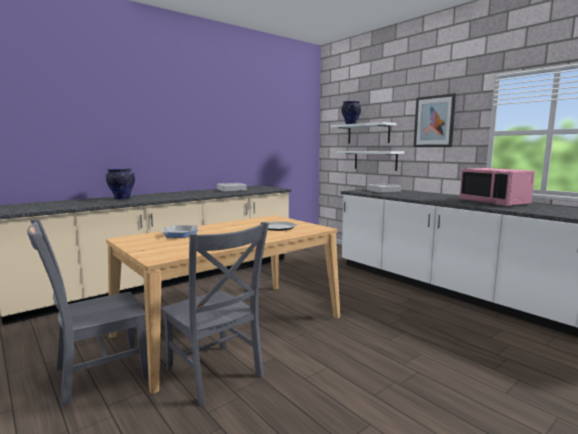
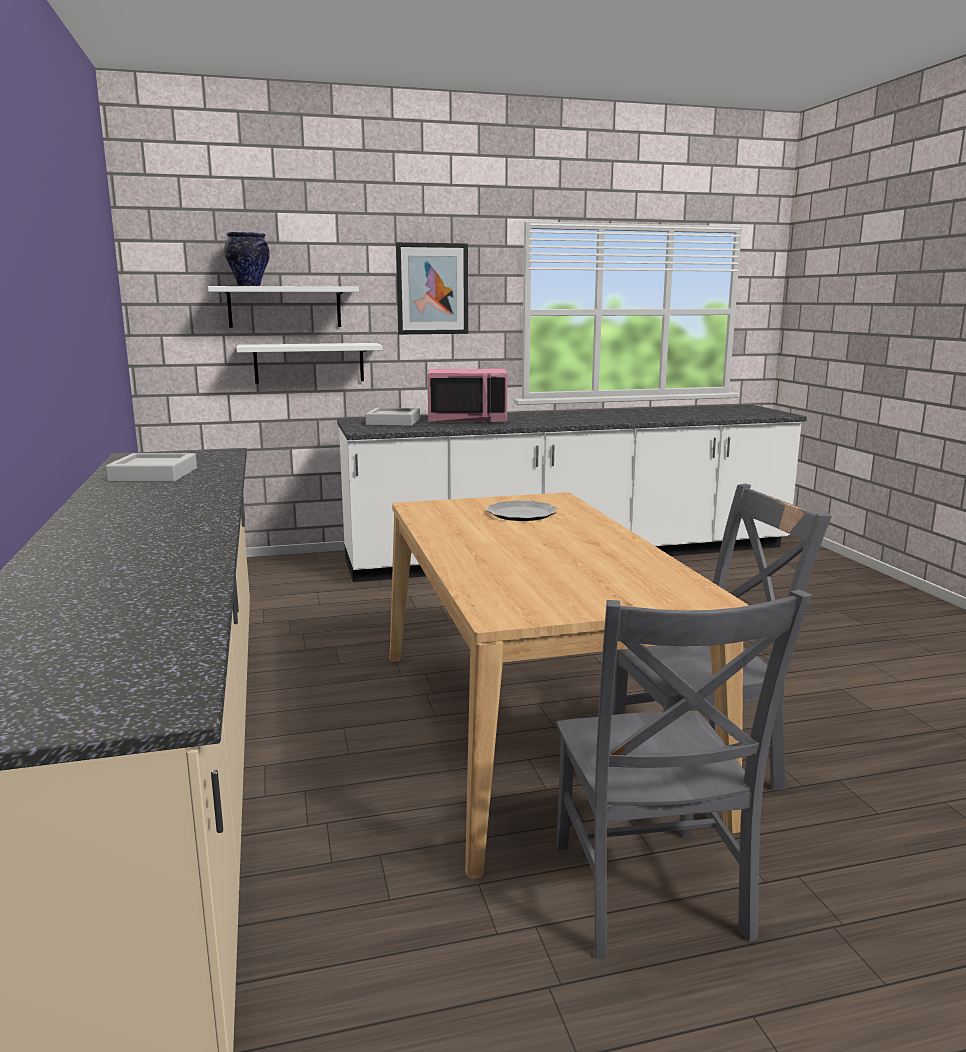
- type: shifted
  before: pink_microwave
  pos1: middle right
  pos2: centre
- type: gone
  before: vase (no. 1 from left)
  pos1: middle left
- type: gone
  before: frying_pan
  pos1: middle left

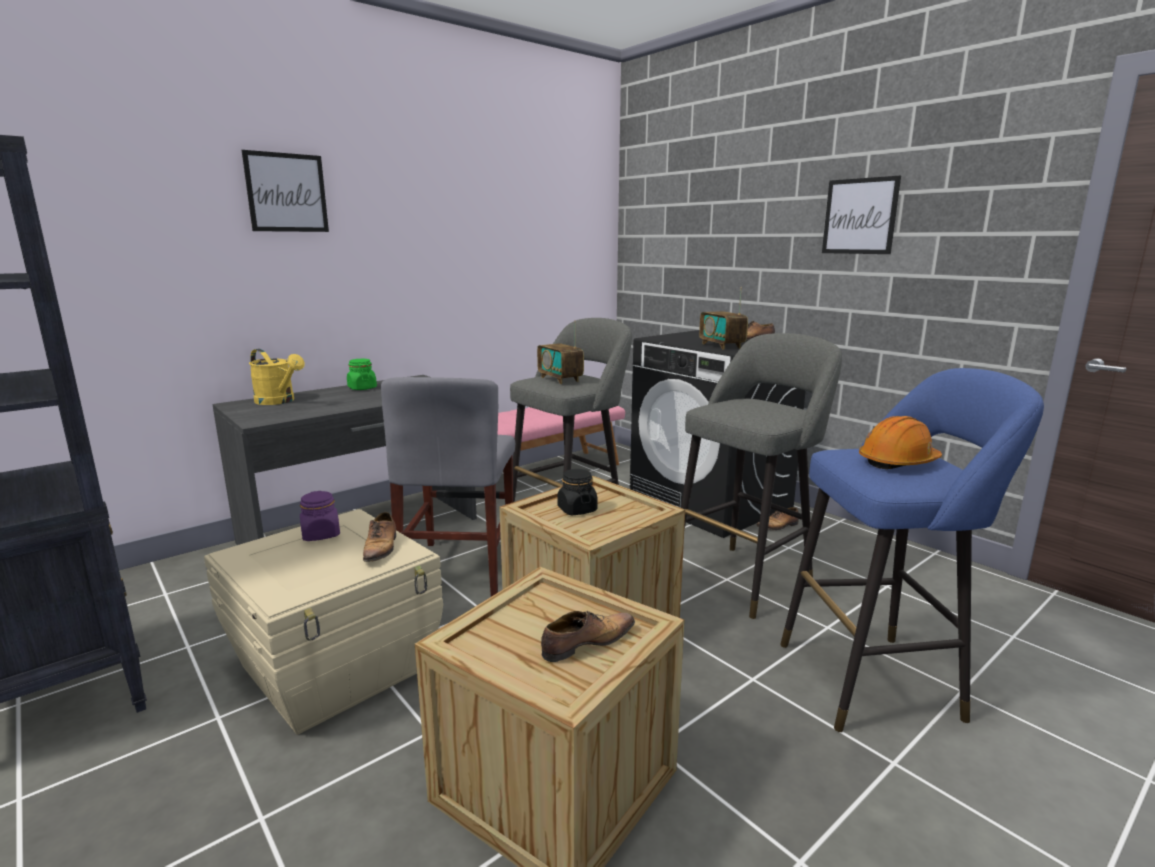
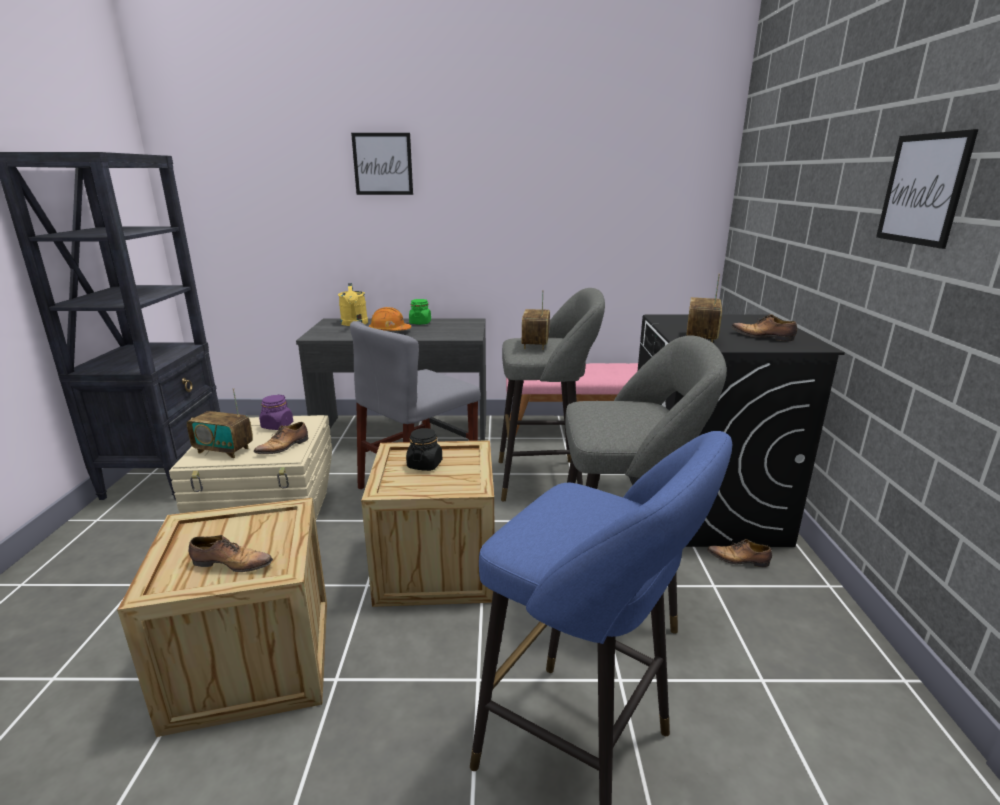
- type: new
  after: radio (no. 1 from left)
  pos2: middle left
- type: shifted
  before: orange_hard_hat
  pos1: middle right
  pos2: centre

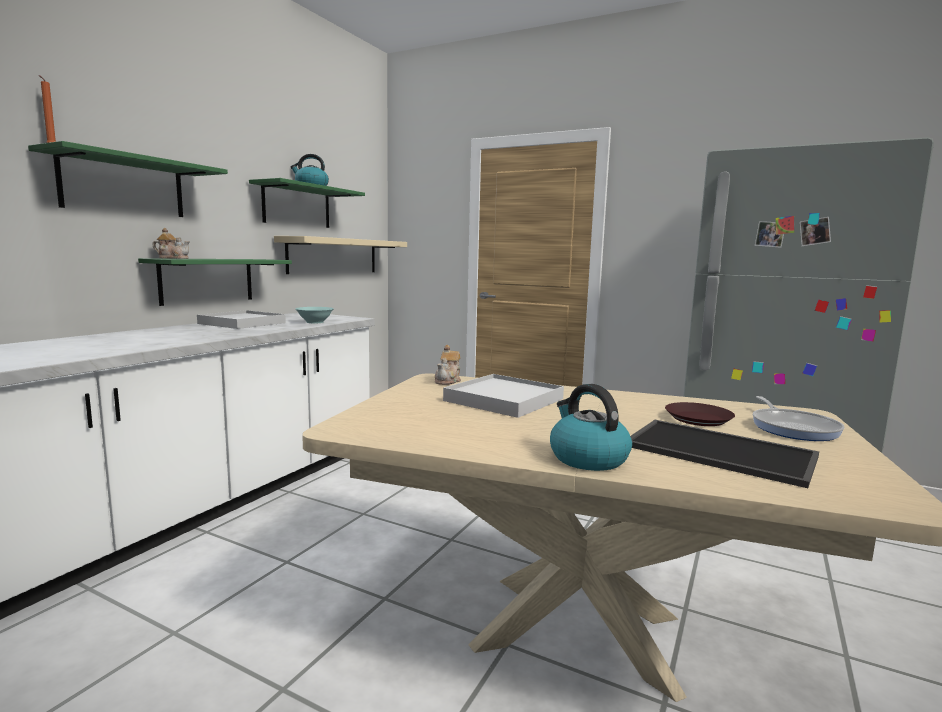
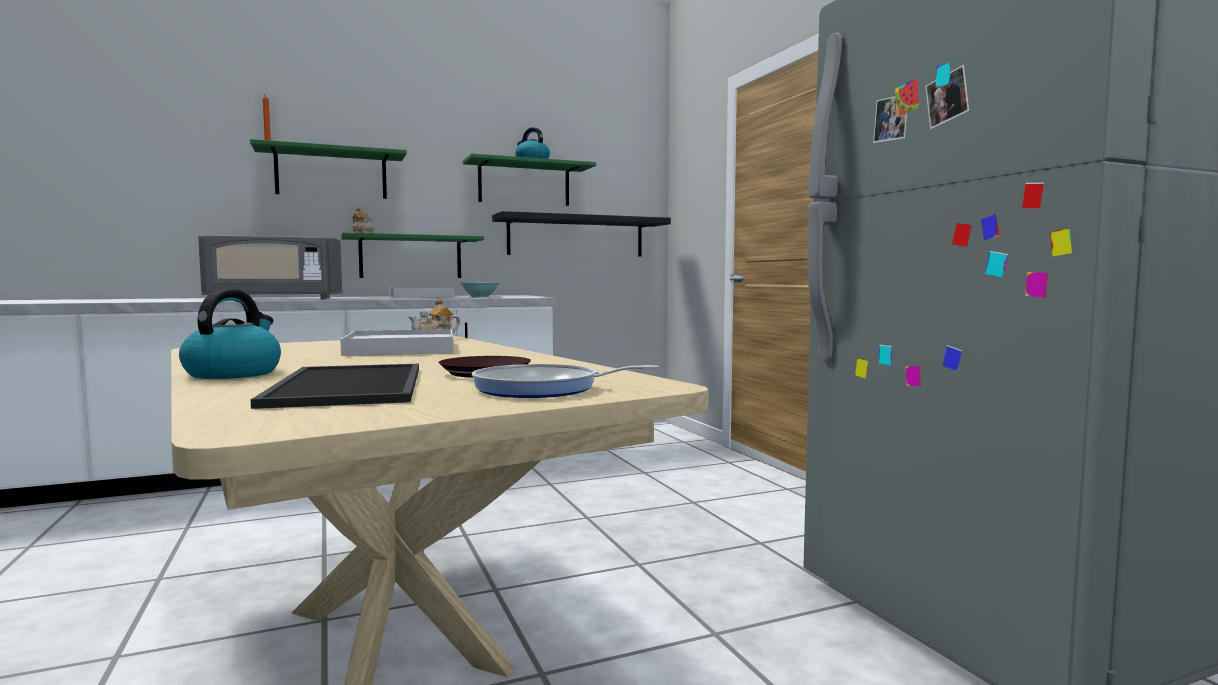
- type: new
  after: grey_microwave
  pos2: middle left
- type: rotated
  before: frying_pan
  pos1: middle right
  pos2: centre
  turn: 45
- type: repainted
  before: beige_shelf
  after: black_shelf
  pos1: centre
  pos2: centre

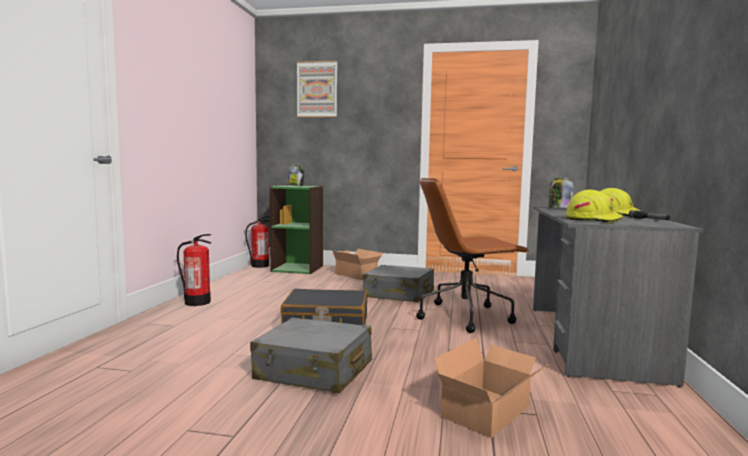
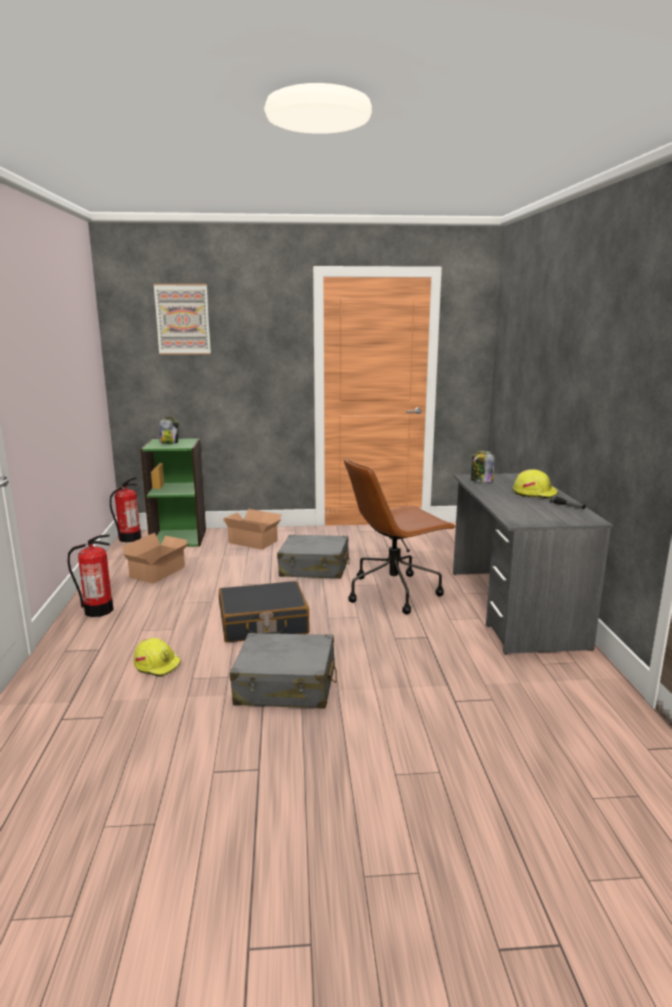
- type: shifted
  before: cardboard_box (no. 2 from left in the first image)
  after: cardboard_box (no. 1 from left)
  pos1: bottom centre
  pos2: middle left
- type: shifted
  before: yellow_hard_hat (no. 1 from left)
  pos1: middle right
  pos2: middle left

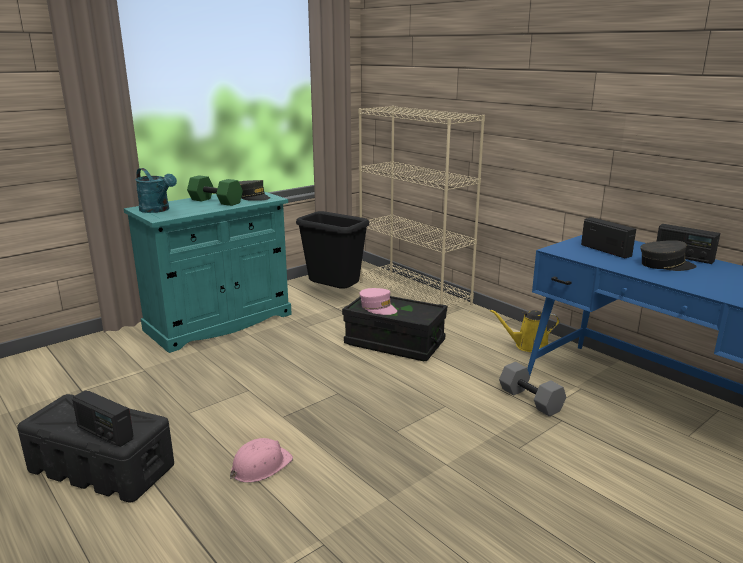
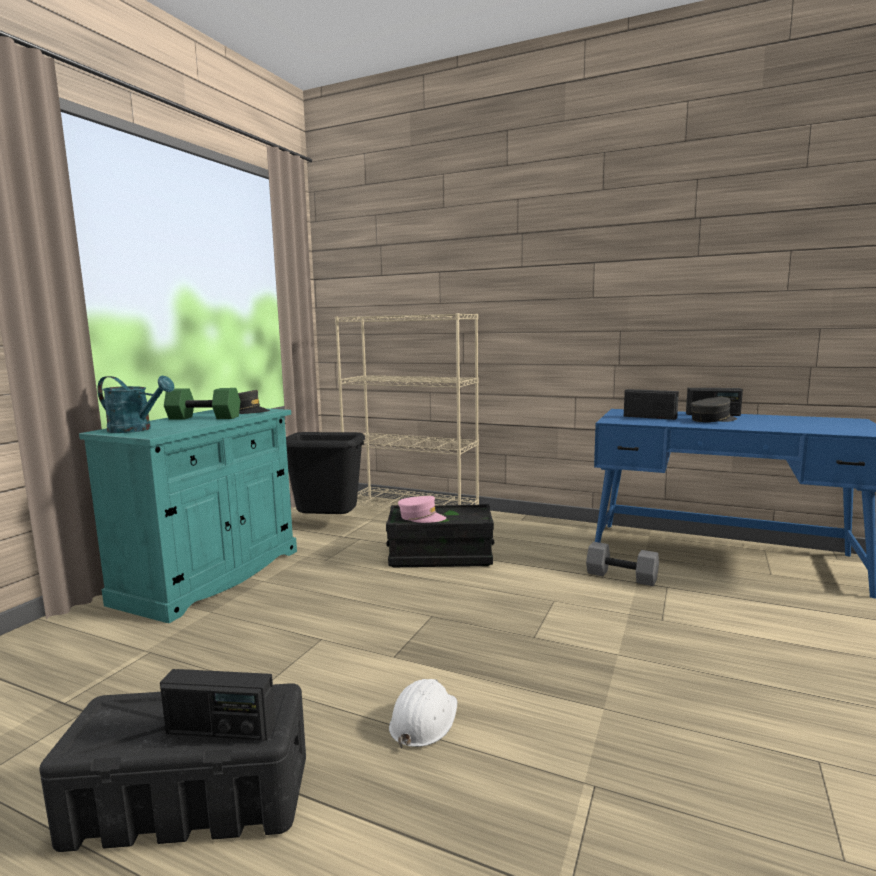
- type: repainted
  before: pink_hard_hat
  after: white_hard_hat
  pos1: bottom centre
  pos2: bottom centre
- type: gone
  before: yellow_watering_can
  pos1: middle right

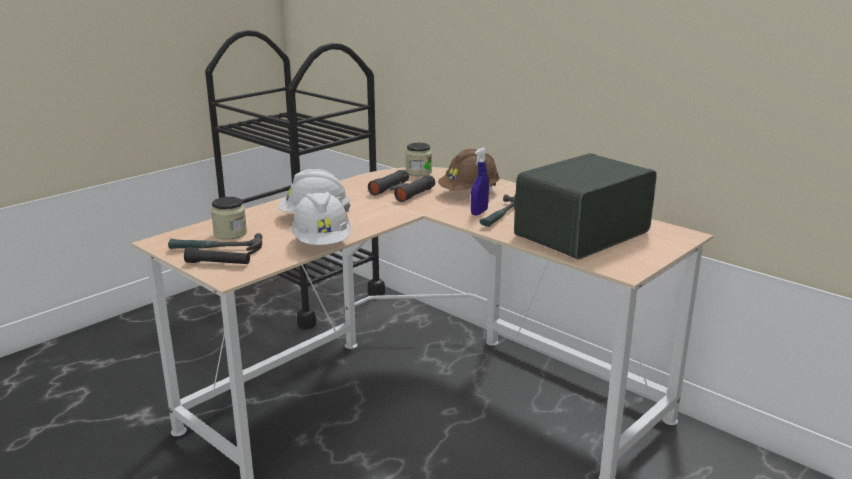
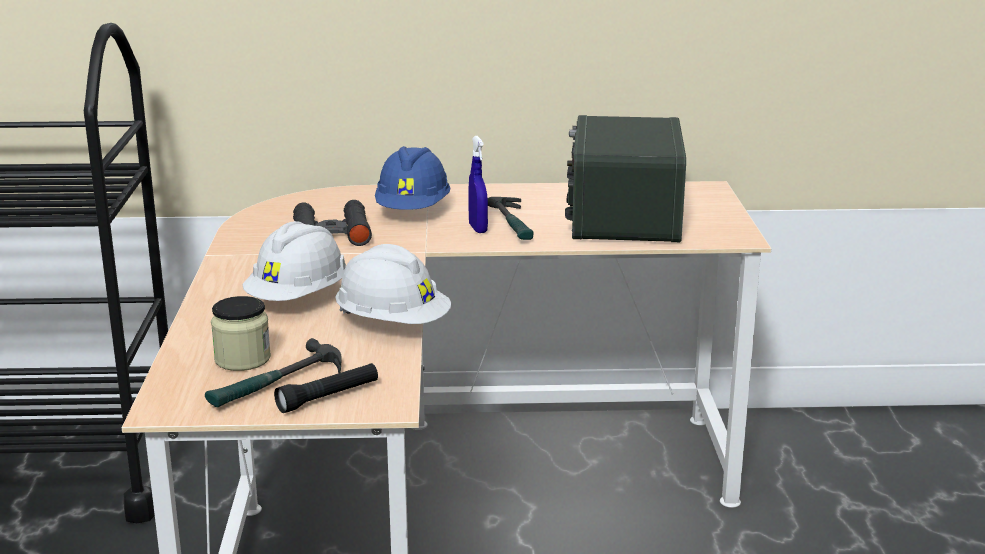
- type: repainted
  before: brown_hard_hat
  after: blue_hard_hat
  pos1: centre
  pos2: top centre
- type: gone
  before: jar (no. 2 from left)
  pos1: top centre

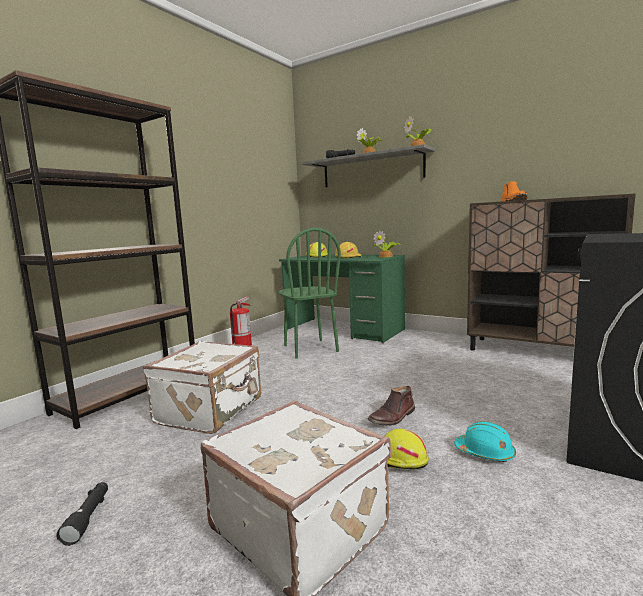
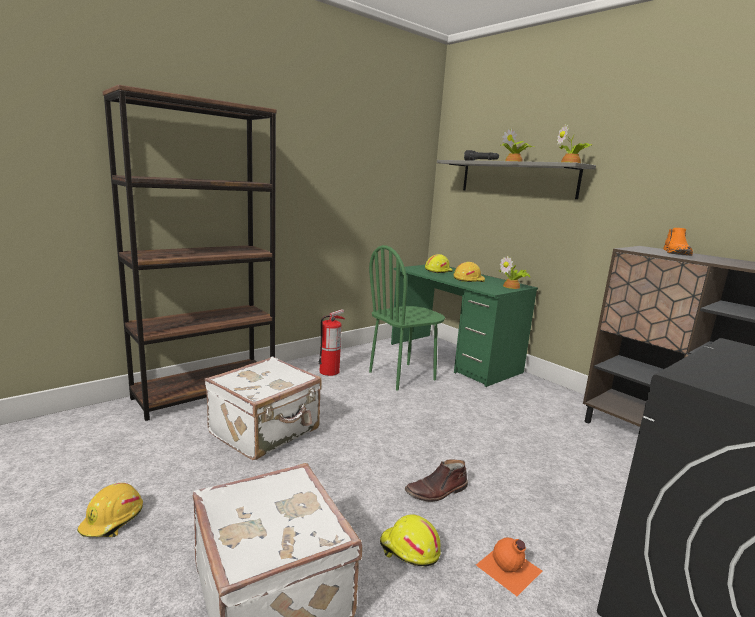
- type: swapped
  before: black_flashlight (no. 1 from left)
  after: yellow_hard_hat (no. 1 from left)
  pos1: bottom left
  pos2: bottom left
- type: rotated
  before: green_chair
  pos1: centre
  pos2: centre
  turn: 60
- type: swapped
  before: turquoise_hard_hat
  after: orange_bottle
  pos1: bottom right
  pos2: bottom right

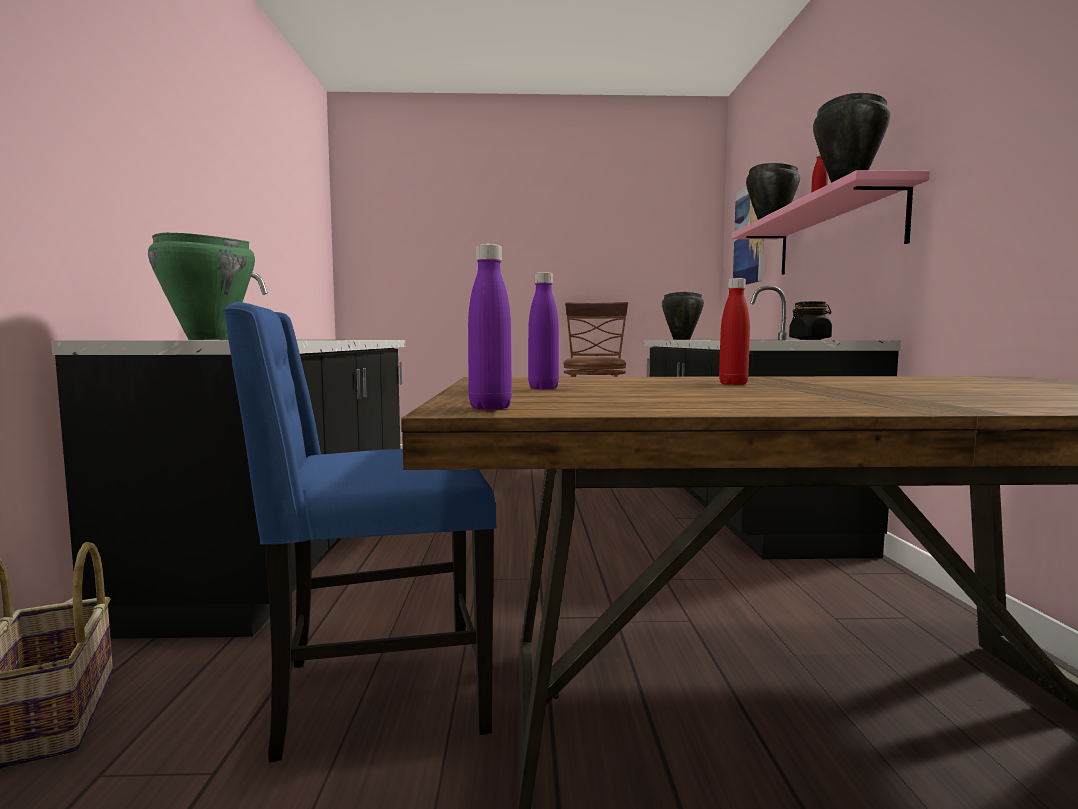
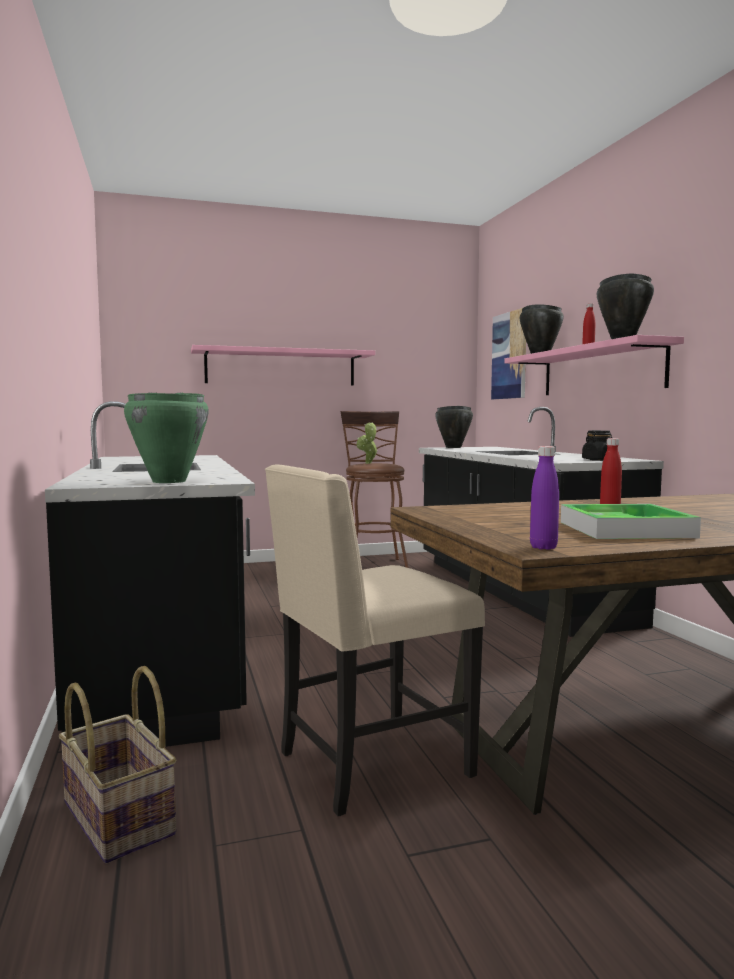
- type: new
  after: pink_shelf (no. 1 from left)
  pos2: centre
- type: repainted
  before: blue_chair
  after: beige_chair
  pos1: middle left
  pos2: centre
- type: new
  after: potted_plant
  pos2: centre
- type: new
  after: tray
  pos2: middle right
- type: gone
  before: purple_bottle (no. 2 from left)
  pos1: centre

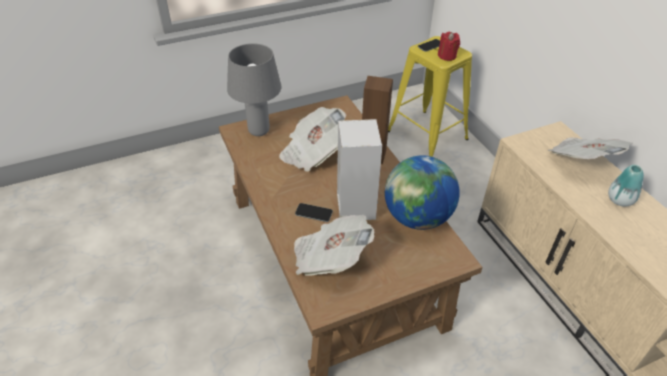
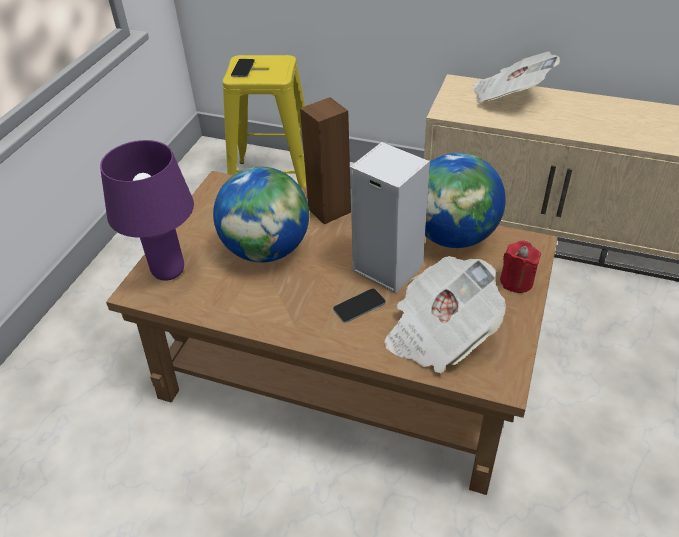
- type: repainted
  before: grey_table_lamp
  after: purple_table_lamp
  pos1: top centre
  pos2: middle left
- type: swapped
  before: newspaper (no. 1 from left)
  after: globe (no. 1 from left)
  pos1: centre
  pos2: centre
- type: shifted
  before: red_candle
  pos1: top right
  pos2: middle right
- type: gone
  before: vase
  pos1: middle right

